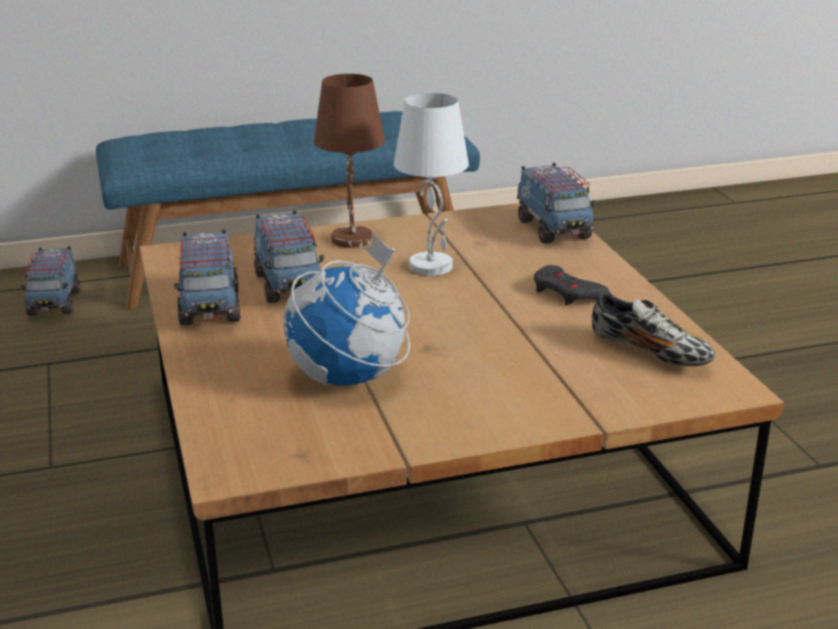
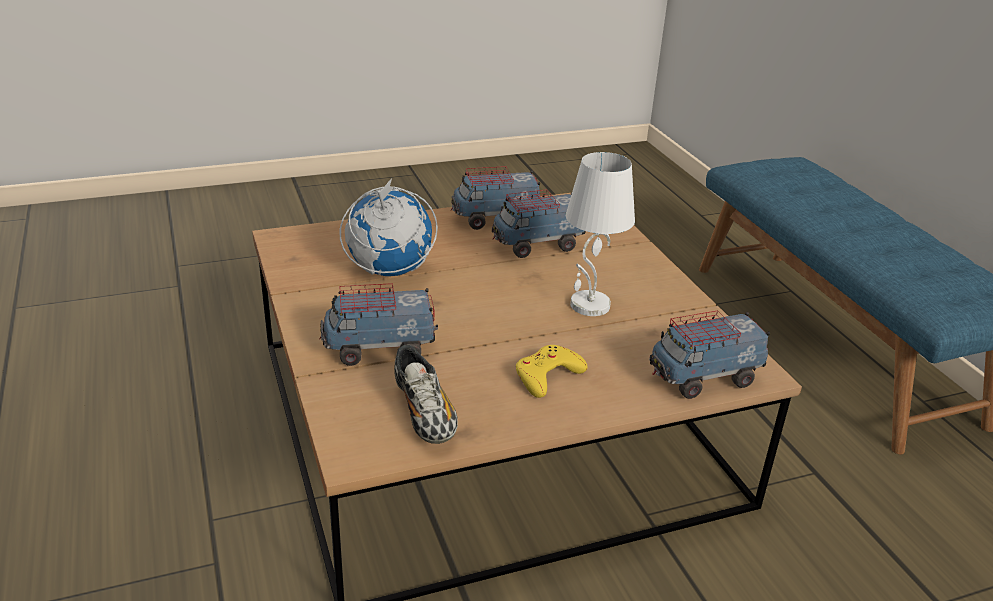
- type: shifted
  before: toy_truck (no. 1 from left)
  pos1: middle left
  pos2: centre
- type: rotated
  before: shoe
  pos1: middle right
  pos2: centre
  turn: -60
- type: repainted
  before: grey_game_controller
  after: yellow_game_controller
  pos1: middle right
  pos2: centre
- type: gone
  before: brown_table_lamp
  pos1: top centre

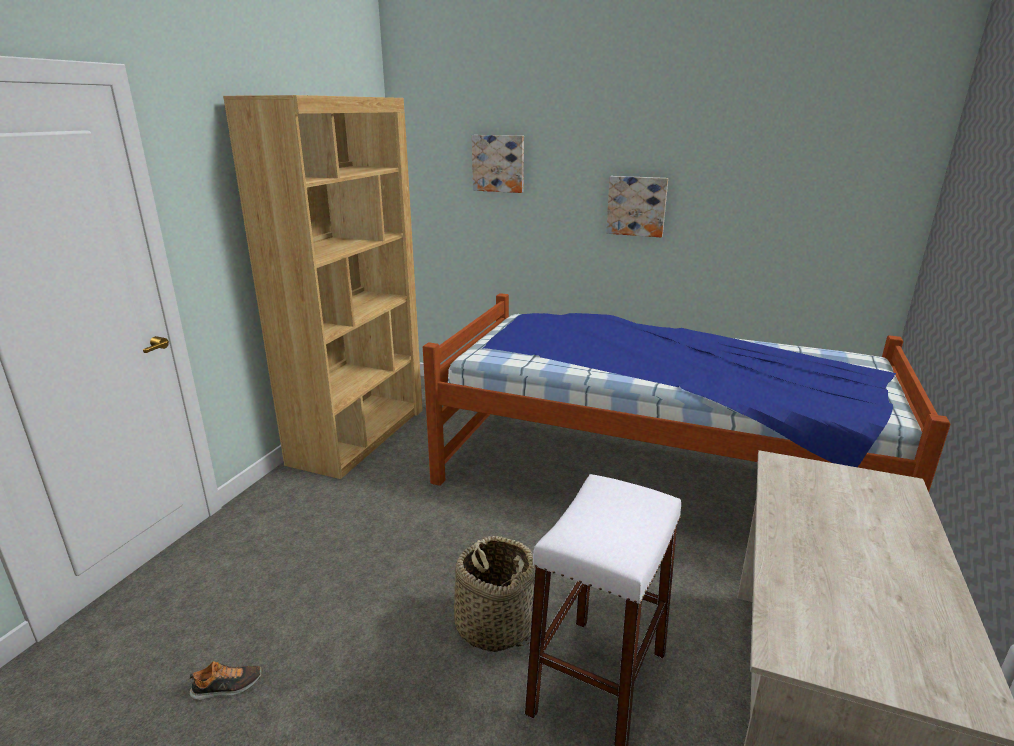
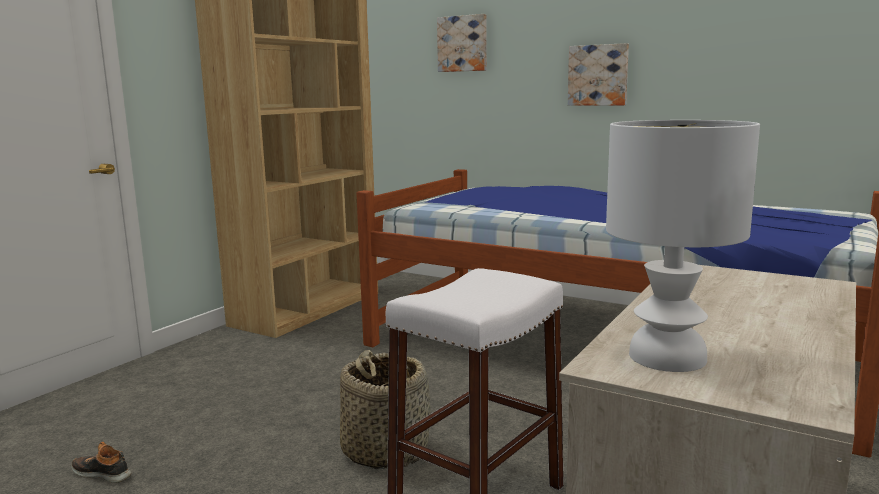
- type: rotated
  before: shoe
  pos1: bottom left
  pos2: bottom left
  turn: -150
- type: new
  after: white_table_lamp
  pos2: middle right

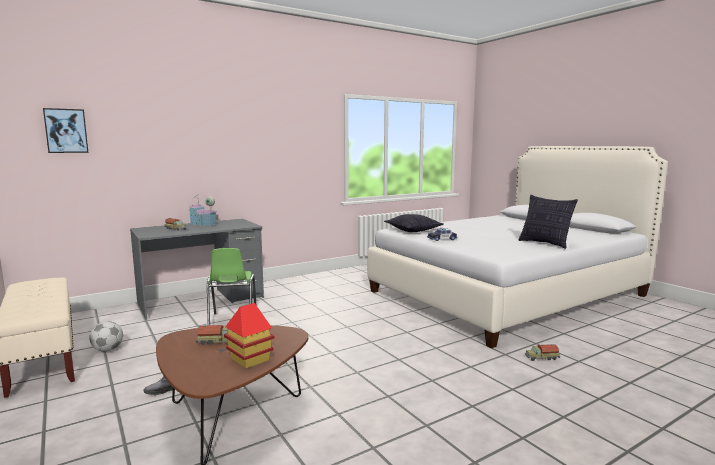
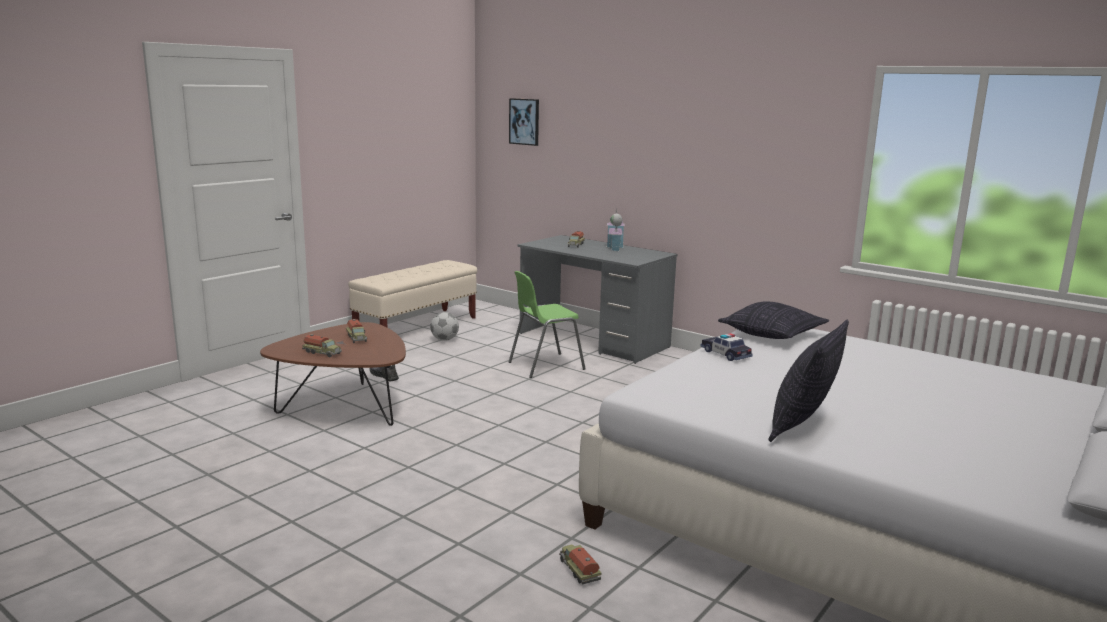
- type: swapped
  before: toy_house (no. 2 from left)
  after: toy_truck (no. 1 from left)
  pos1: bottom centre
  pos2: middle left

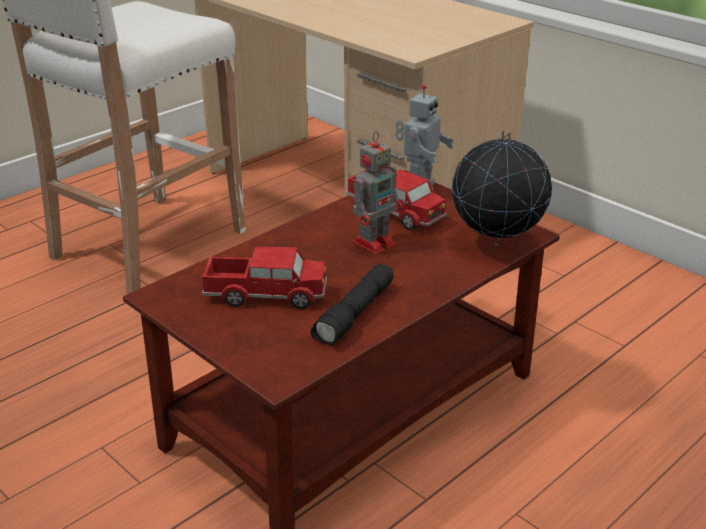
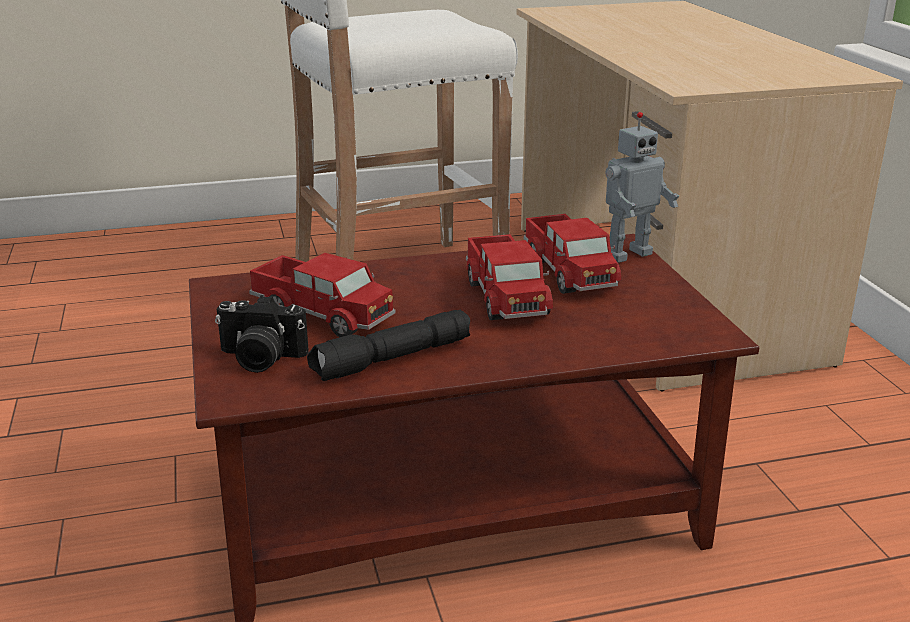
- type: new
  after: photo_camera
  pos2: middle left
- type: swapped
  before: toy_robot (no. 1 from left)
  after: toy_truck (no. 2 from left)
  pos1: centre
  pos2: centre
- type: gone
  before: globe
  pos1: middle right

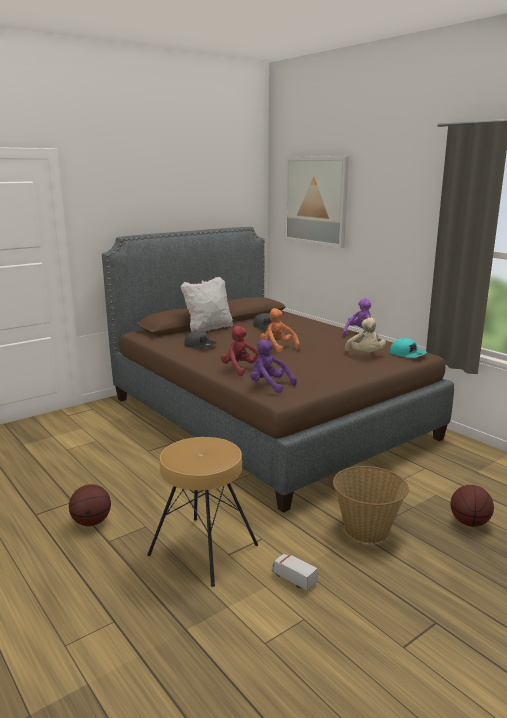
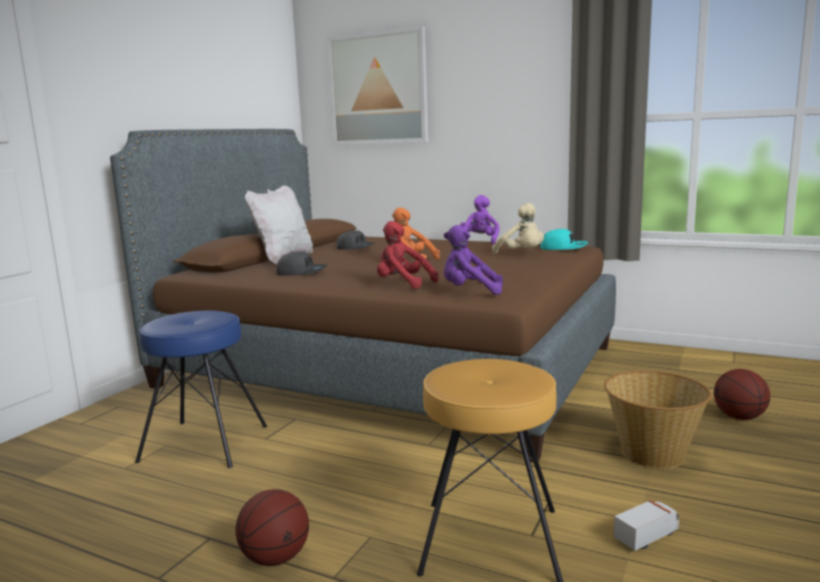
- type: new
  after: blue_stool
  pos2: bottom left
- type: rotated
  before: toy_truck
  pos1: bottom centre
  pos2: bottom right
  turn: 135

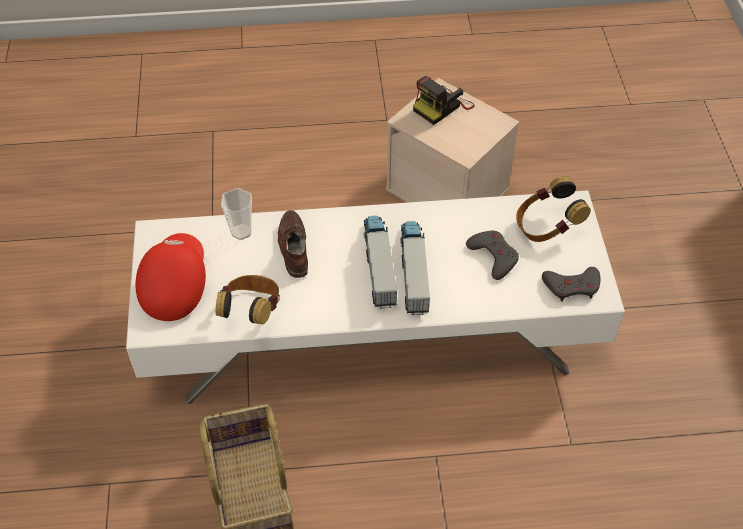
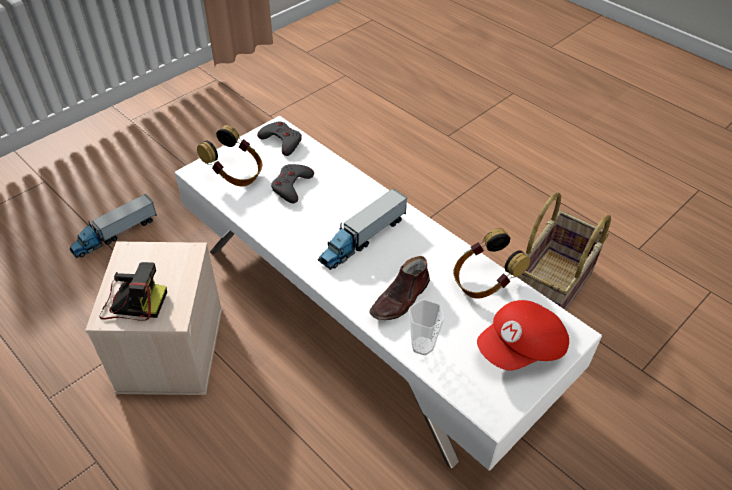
- type: shifted
  before: toy_truck (no. 2 from left in the first image)
  after: toy_truck (no. 1 from left)
  pos1: centre
  pos2: middle left

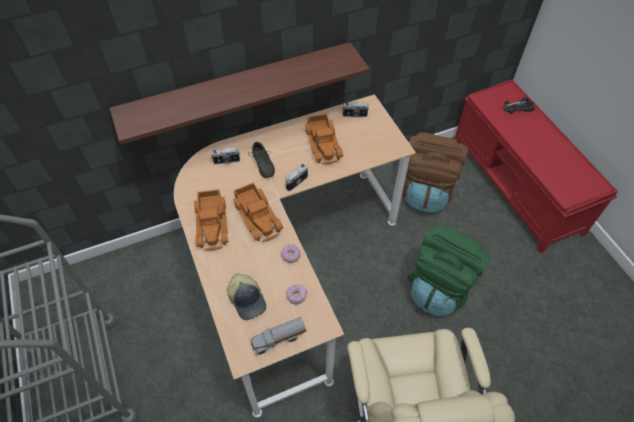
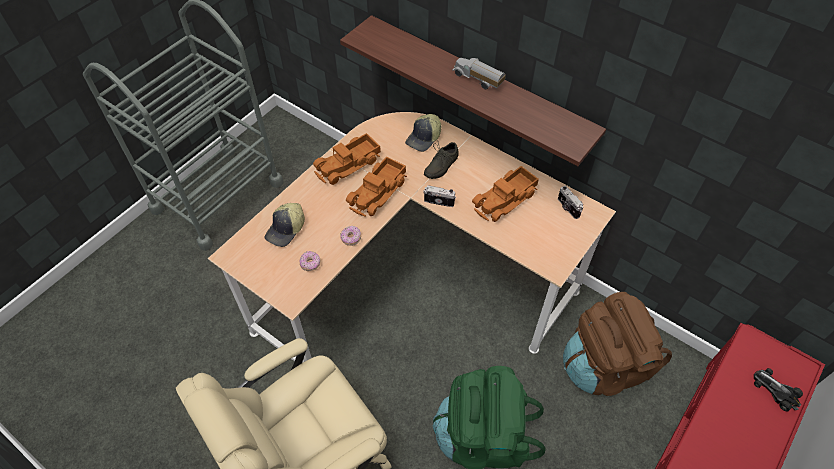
- type: swapped
  before: photo_camera (no. 1 from left)
  after: cap (no. 2 from left)
  pos1: centre
  pos2: top centre
- type: shifted
  before: toy_truck (no. 3 from left)
  pos1: bottom centre
  pos2: top centre

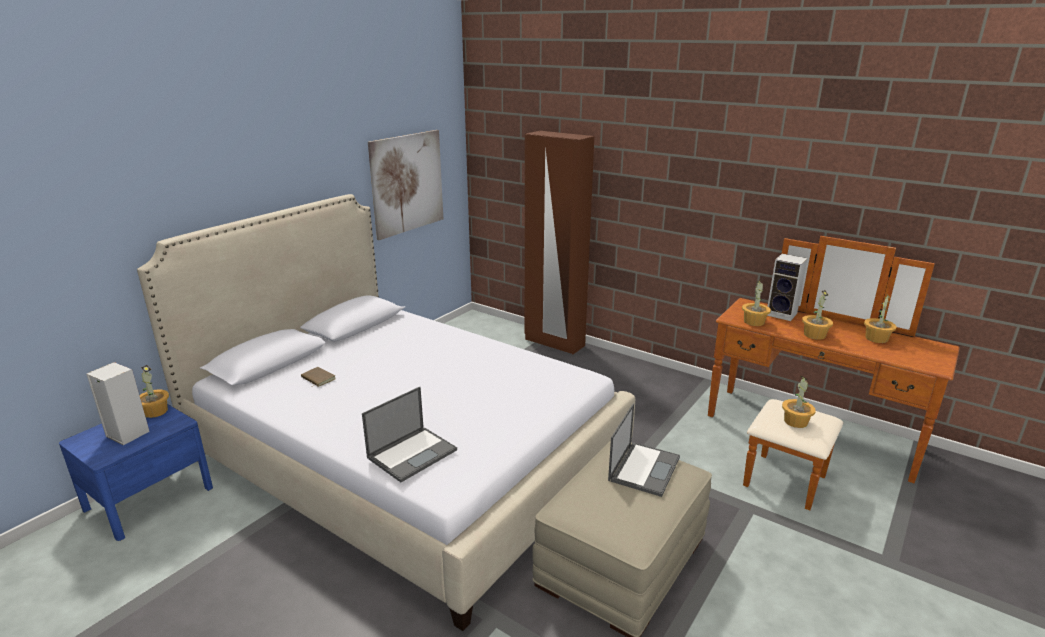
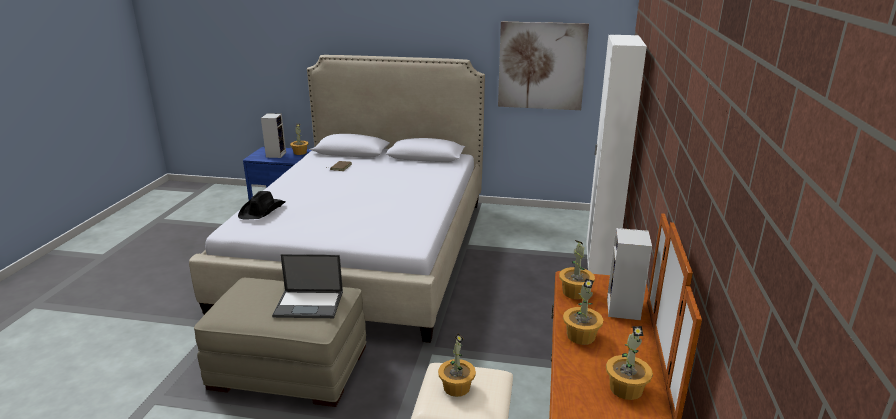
- type: swapped
  before: laptop (no. 1 from left)
  after: black_hat
  pos1: bottom centre
  pos2: middle left
- type: repainted
  before: brown_wardrobe
  after: white_wardrobe
  pos1: centre
  pos2: middle right

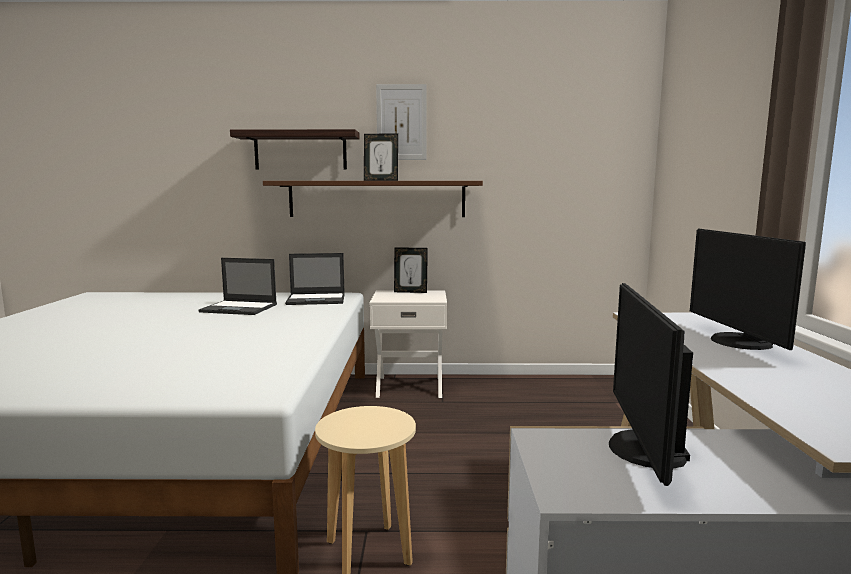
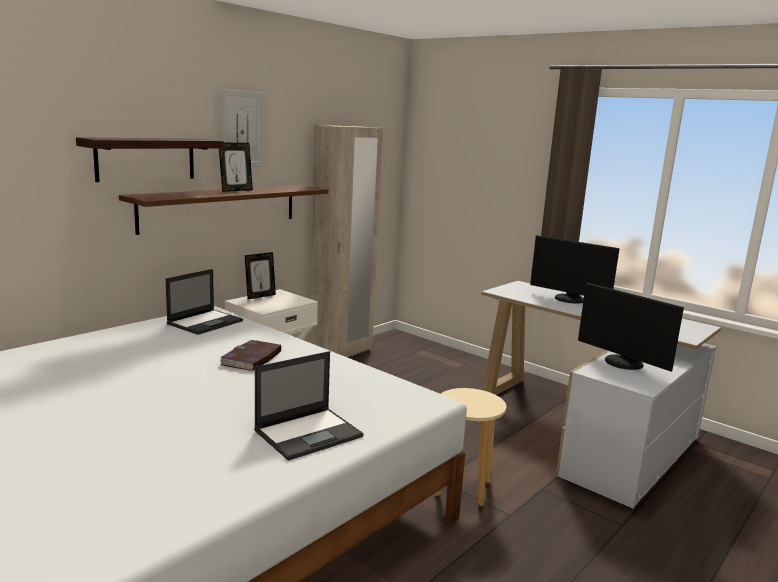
- type: new
  after: book
  pos2: middle left
- type: shifted
  before: laptop (no. 1 from left in the first image)
  after: laptop (no. 2 from left)
  pos1: middle left
  pos2: bottom centre
- type: new
  after: beige_wardrobe
  pos2: centre

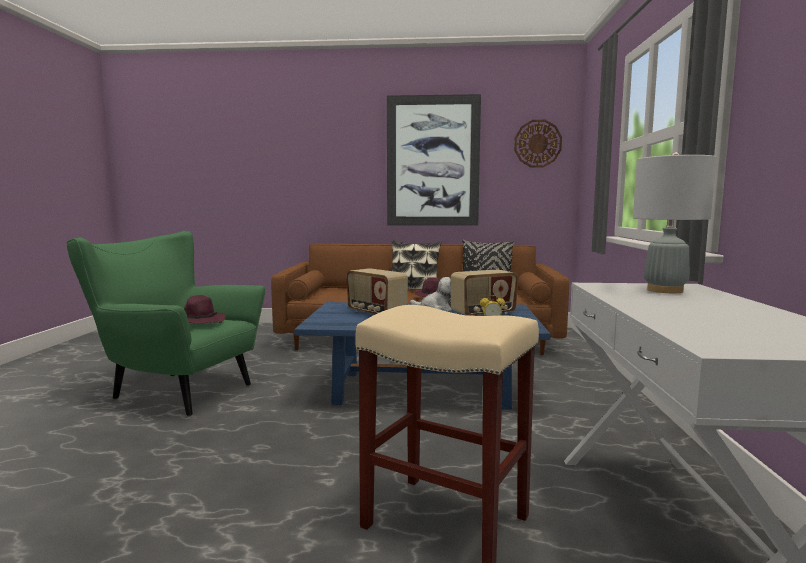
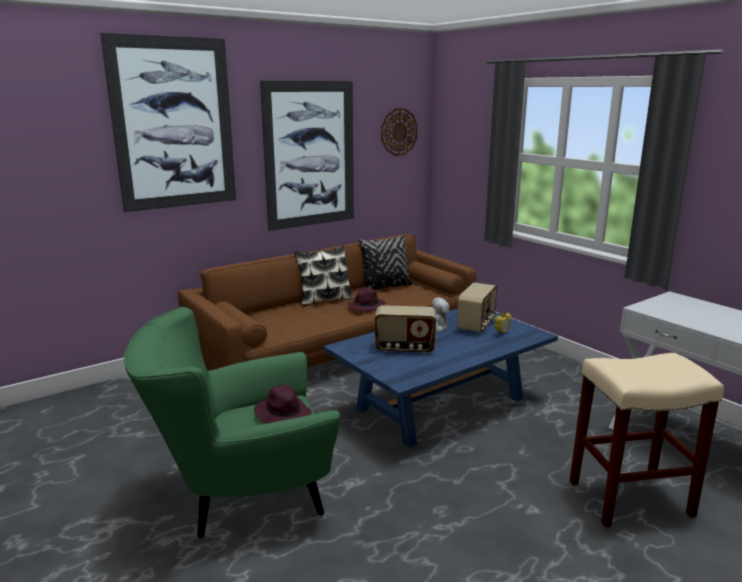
- type: new
  after: picture (no. 1 from left)
  pos2: top left
- type: gone
  before: grey_table_lamp
  pos1: middle right

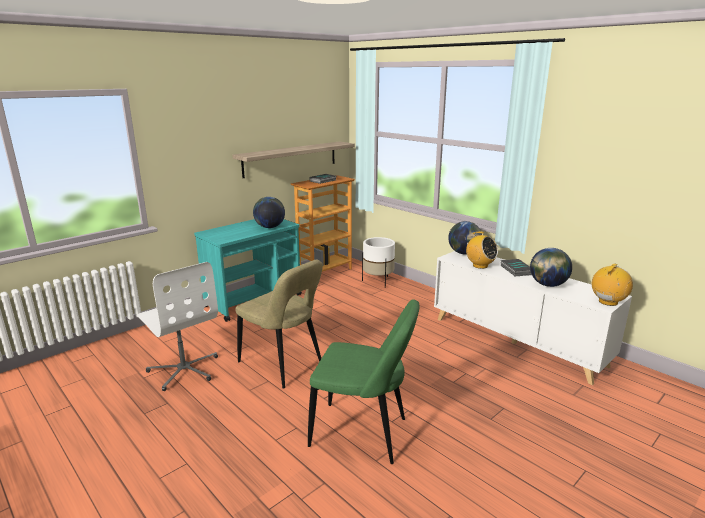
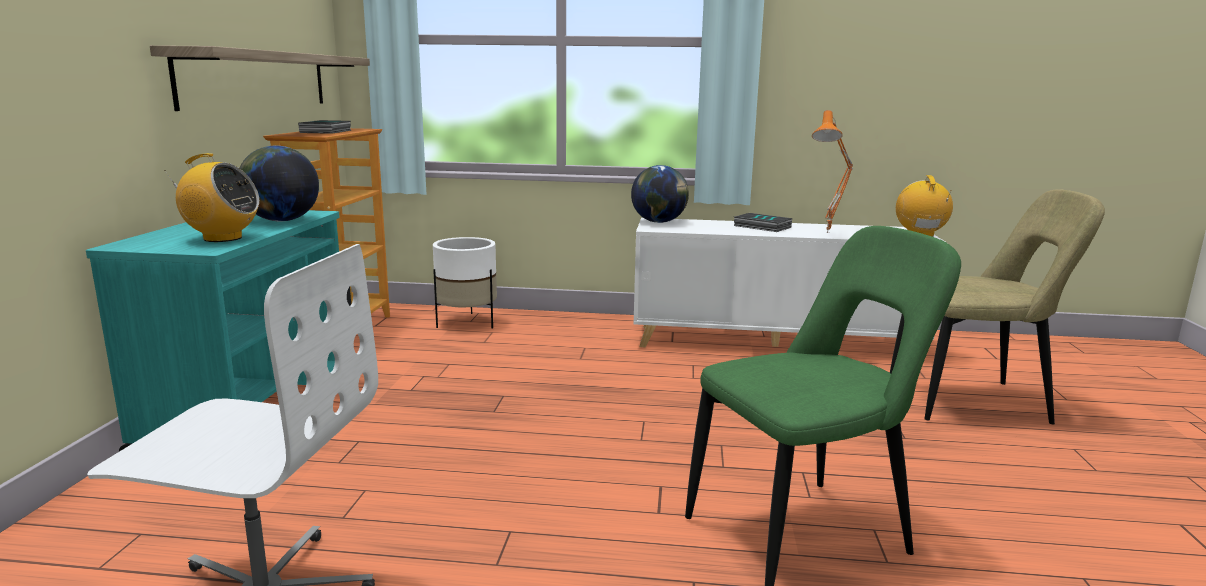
- type: shifted
  before: radio (no. 1 from left)
  pos1: middle right
  pos2: middle left
- type: swapped
  before: globe (no. 3 from left)
  after: orange_table_lamp
  pos1: middle right
  pos2: top right
- type: shifted
  before: beige_chair
  pos1: centre
  pos2: middle right

